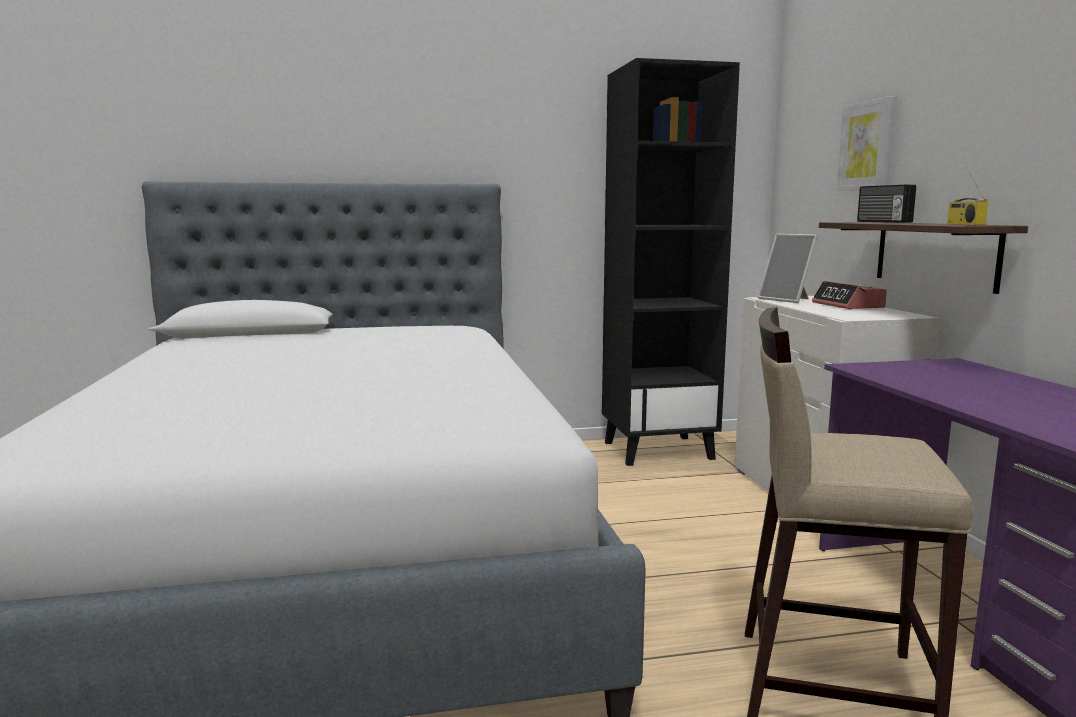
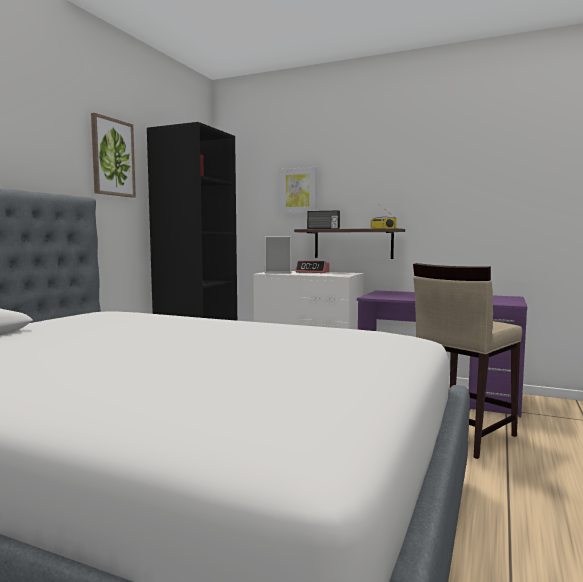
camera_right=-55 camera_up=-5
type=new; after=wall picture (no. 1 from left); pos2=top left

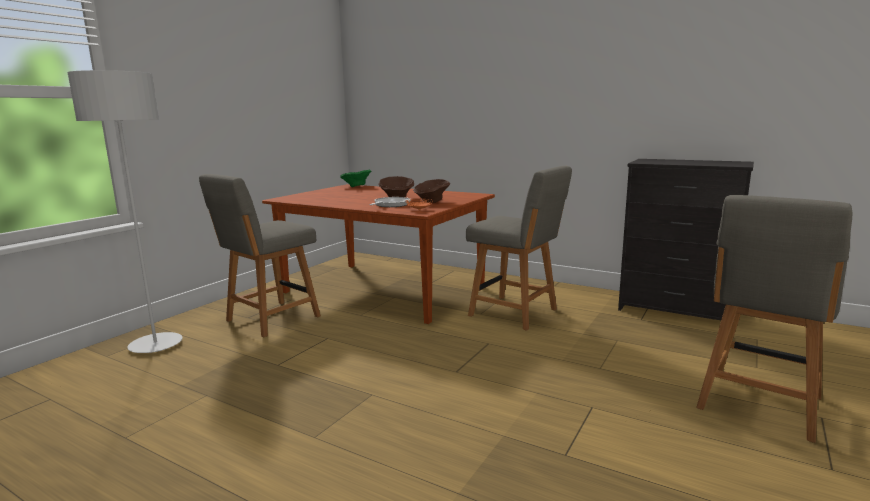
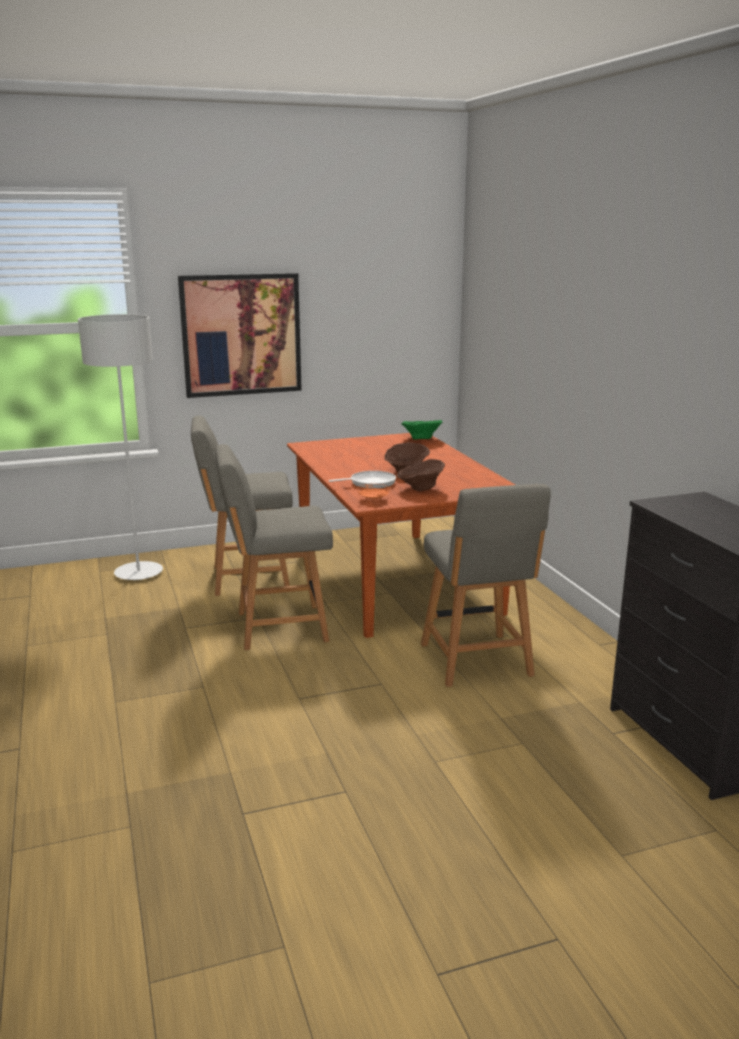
camera_right=40 camera_up=5
type=shifted; before=grey plain chair (no. 3 from left in the first image); after=grey plain chair (no. 2 from left); pos1=middle right; pos2=centre
type=new; after=wall picture; pos2=top left

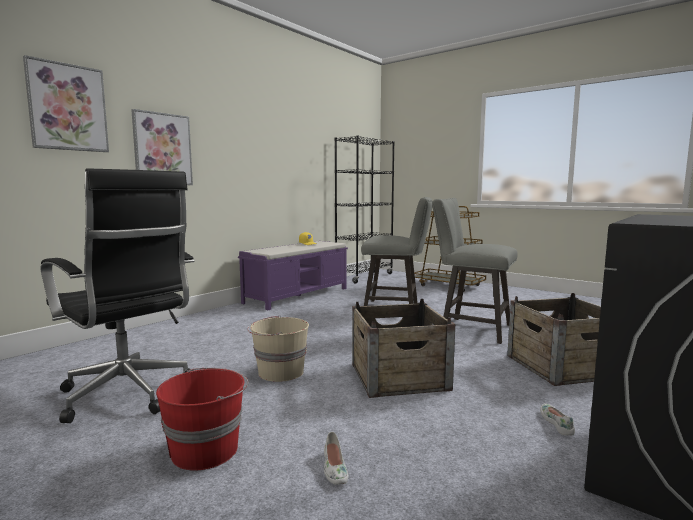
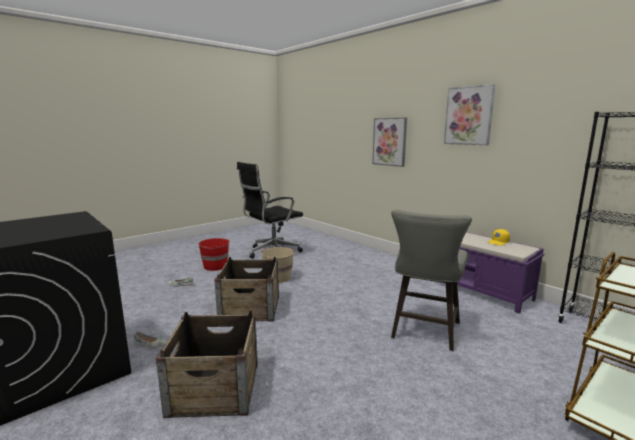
camera_right=100 camera_up=5
type=shifted; before=wall picture (no. 1 from left in the first image); after=wall picture (no. 2 from left); pos1=top left; pos2=top right
type=gone; before=grey stool (no. 2 from left); pos1=middle right

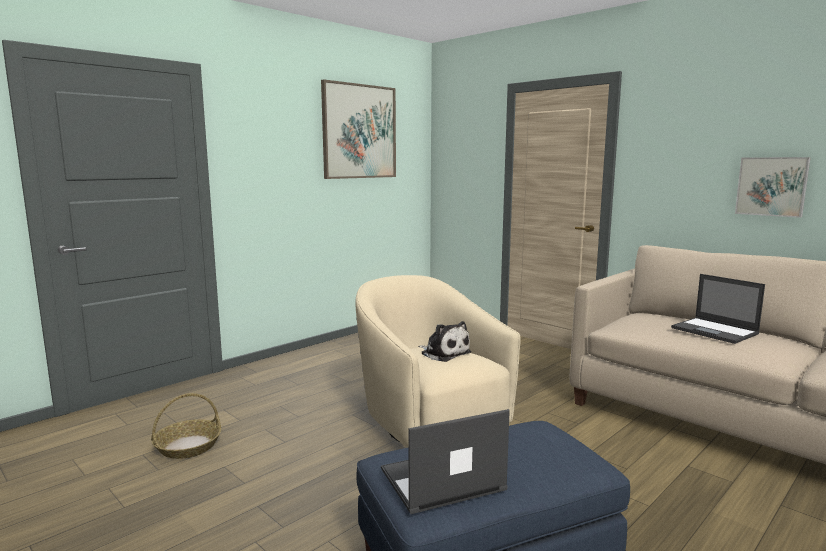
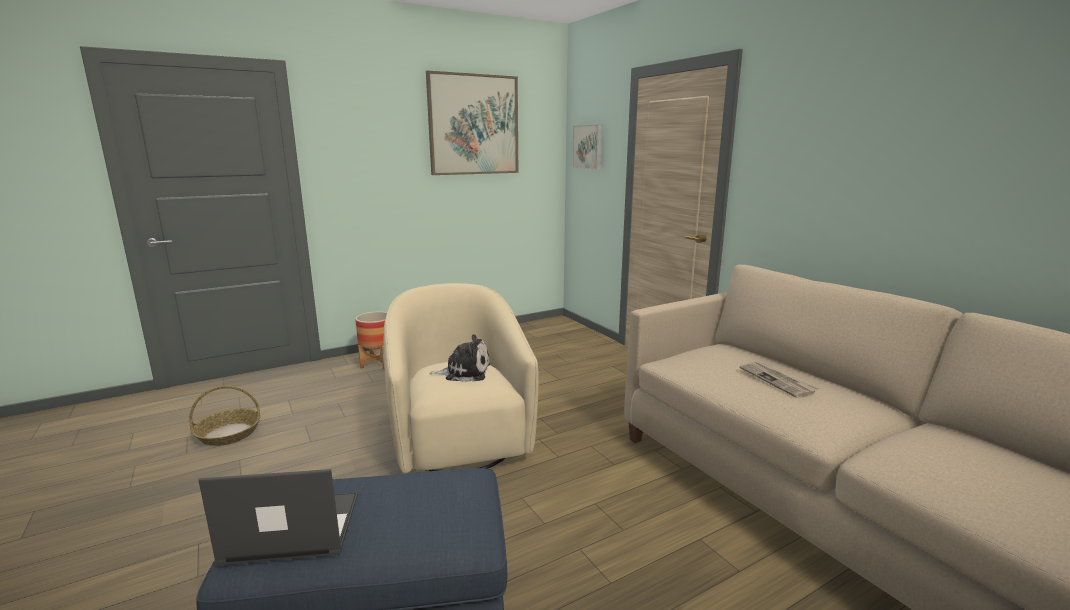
camera_right=15 camera_up=5
type=shifted; before=wall picture (no. 2 from left); pos1=middle right; pos2=top centre
type=swapped; before=portable computer (no. 2 from left); after=printed paper; pos1=middle right; pos2=middle right
type=rotated; before=cuddly toy; pos1=centre; pos2=centre; turn=-60
type=new; after=flower pot; pos2=centre

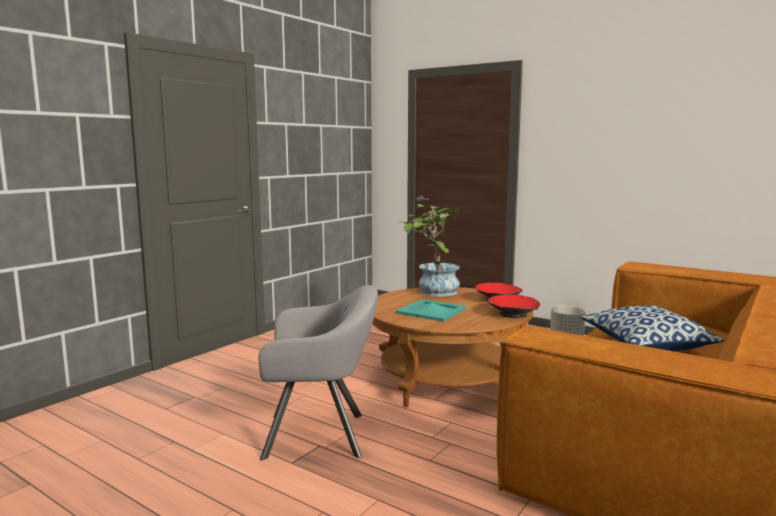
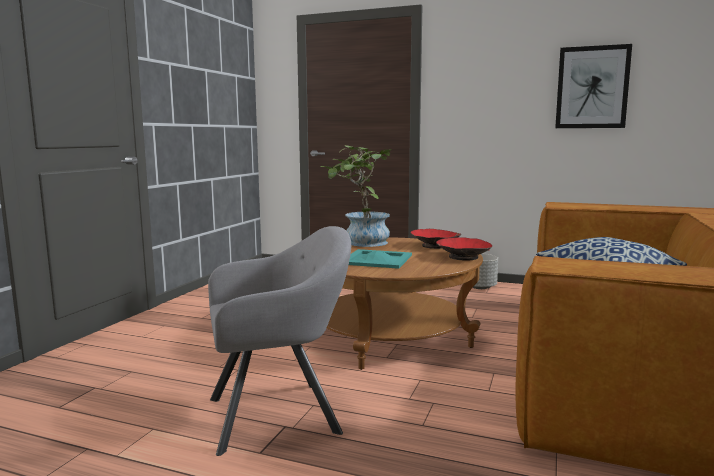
camera_right=-15 camera_up=0
type=new; after=wall picture; pos2=top right

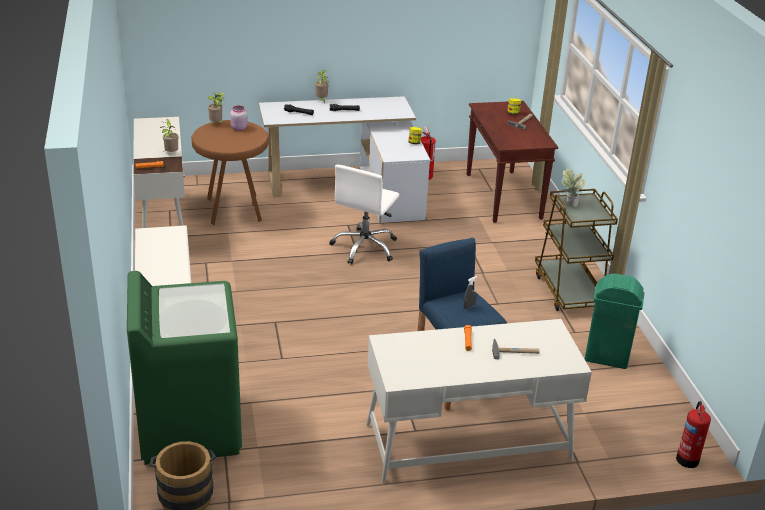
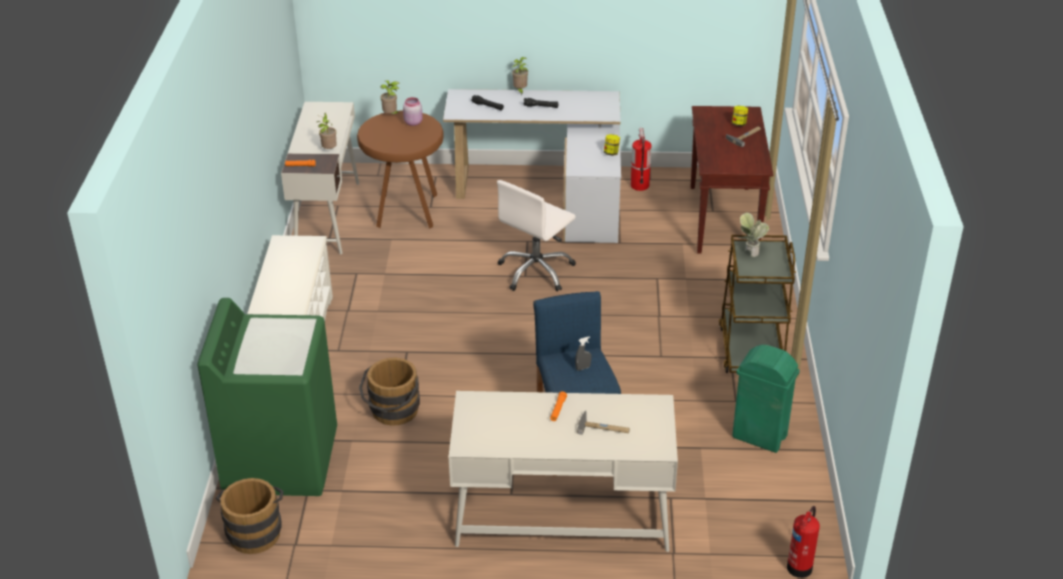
camera_right=15 camera_up=5
type=new; after=brown bucket (no. 2 from left); pos2=bottom centre

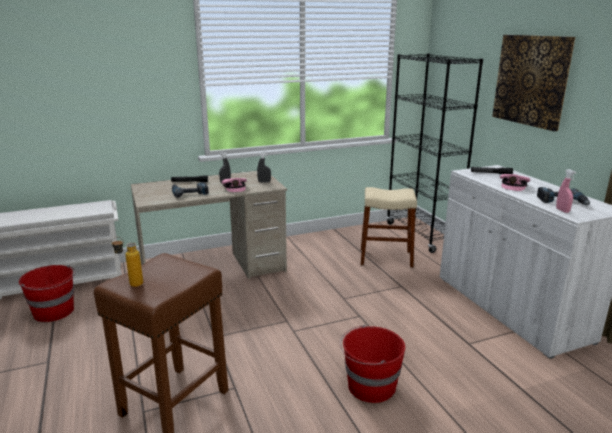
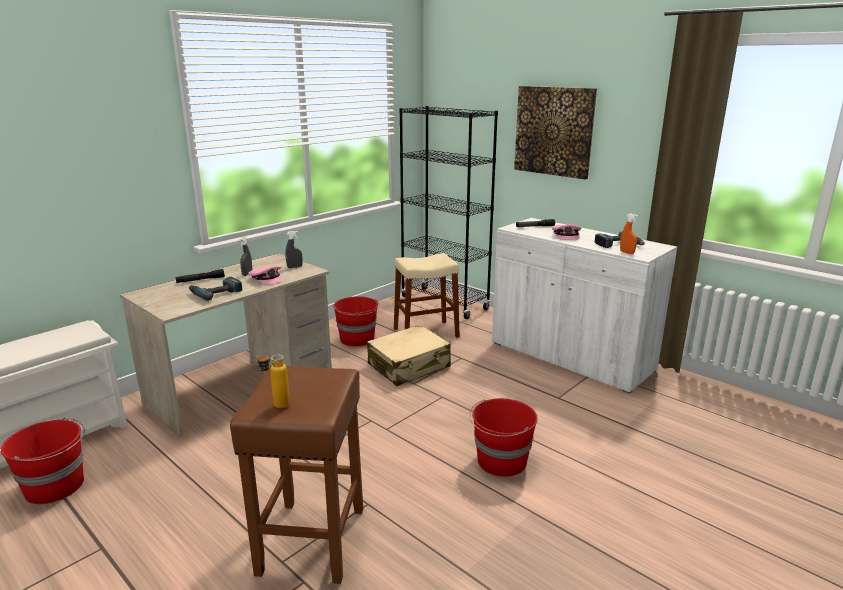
camera_right=-25 camera_up=0
type=repainted; before=pink-coloured spray bottle; after=orange-coloured spray bottle; pos1=middle right; pos2=middle right
type=new; after=red-coloured bucket (no. 2 from left); pos2=centre
type=new; after=sand-coloured travel case; pos2=centre

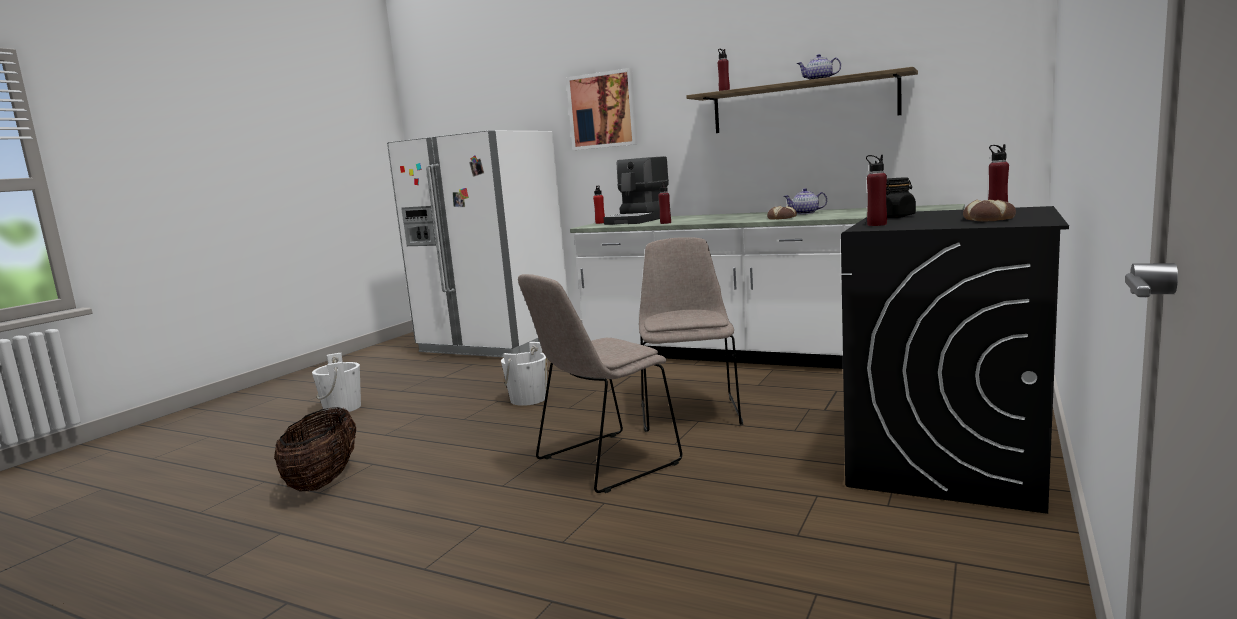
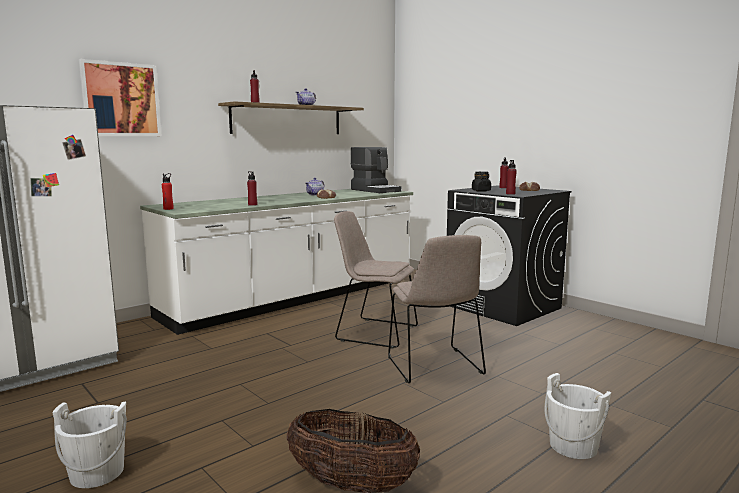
camera_right=-70 camera_up=0
type=shifted; before=coffee machine; pos1=top centre; pos2=centre
type=shifted; before=whitish bucket (no. 2 from left); pos1=centre; pos2=bottom right

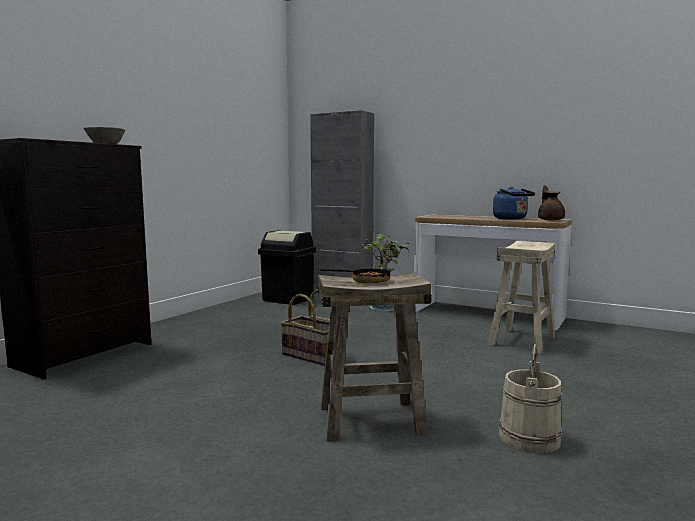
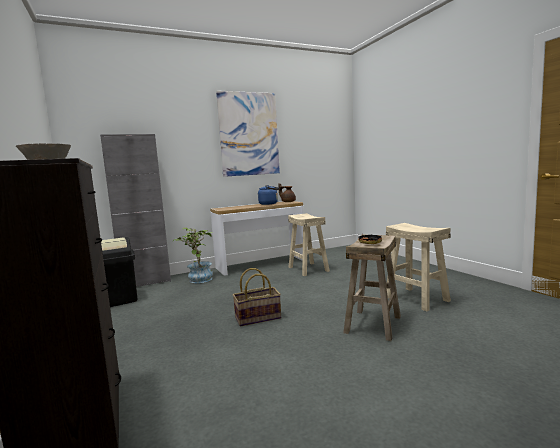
camera_right=-55 camera_up=0
type=swapped; before=sand-coloured bucket; after=sand-coloured stool (no. 3 from left); pos1=bottom right; pos2=middle right
type=new; after=wall picture; pos2=top centre

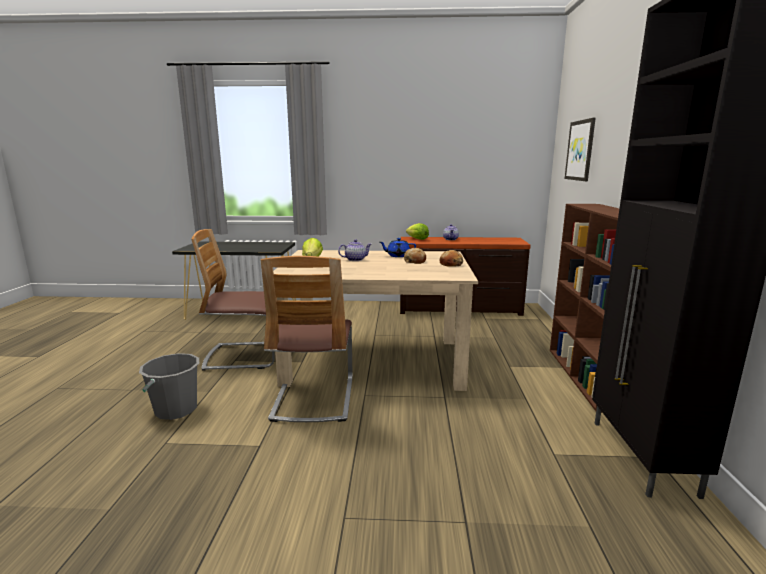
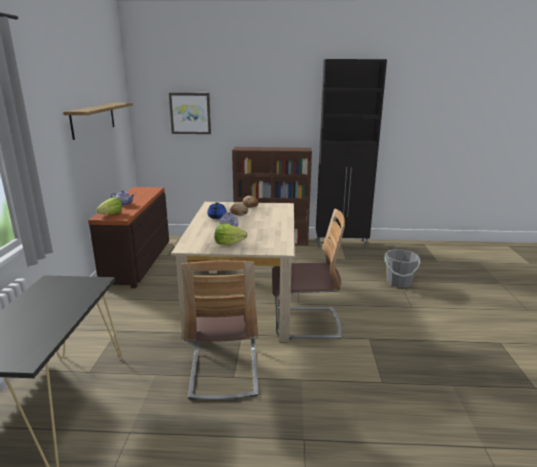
camera_right=-90 camera_up=5
type=shifted; before=grey bucket; pos1=bottom left; pos2=middle right
type=new; after=wall shelf; pos2=top left

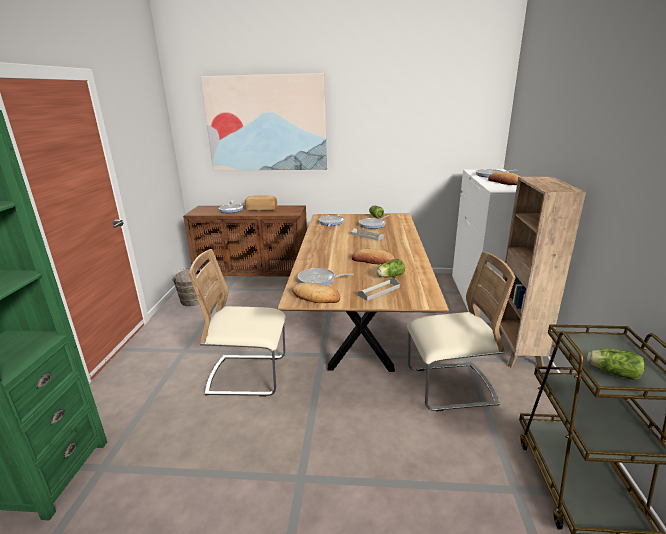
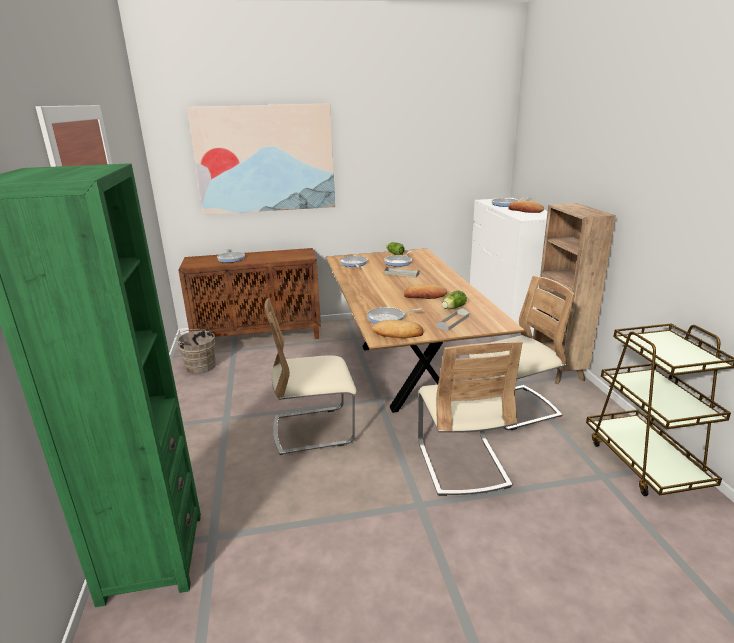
camera_right=-15 camera_up=0
type=gone; before=baked bread (no. 1 from left); pos1=centre
type=gone; before=lettuce (no. 3 from left); pos1=bottom right
type=new; after=sand-coloured plain chair (no. 2 from left); pos2=centre

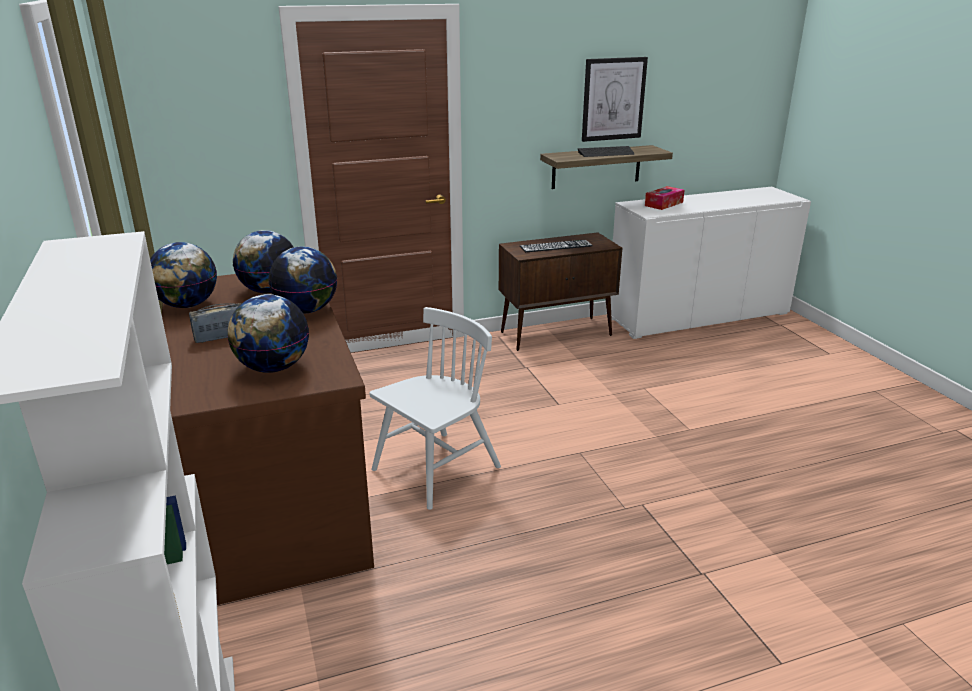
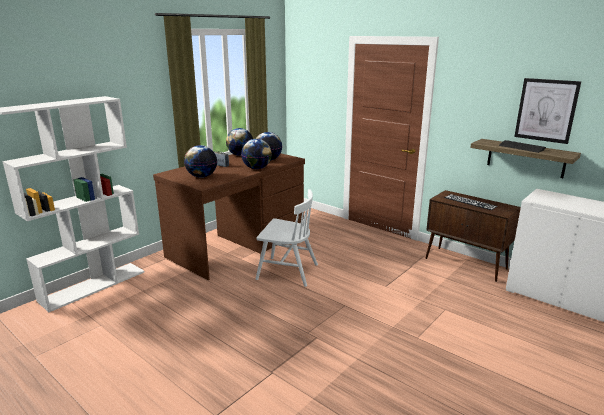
camera_right=60 camera_up=-5
type=gone; before=box of tissues; pos1=top right

